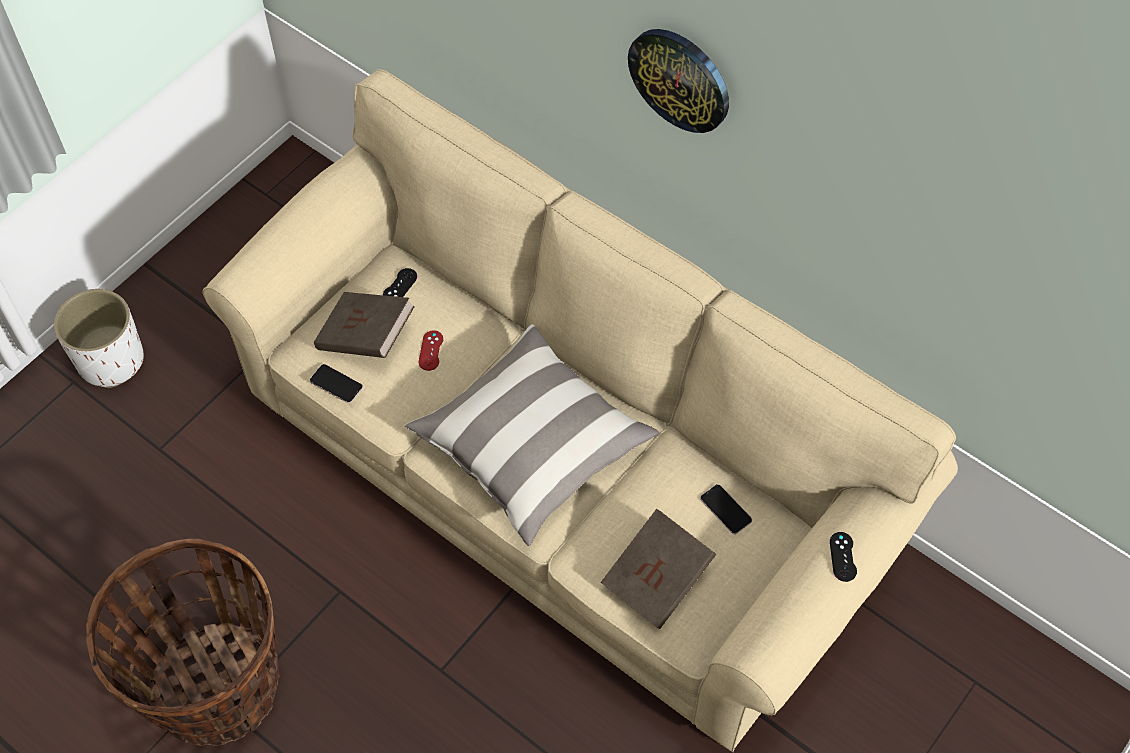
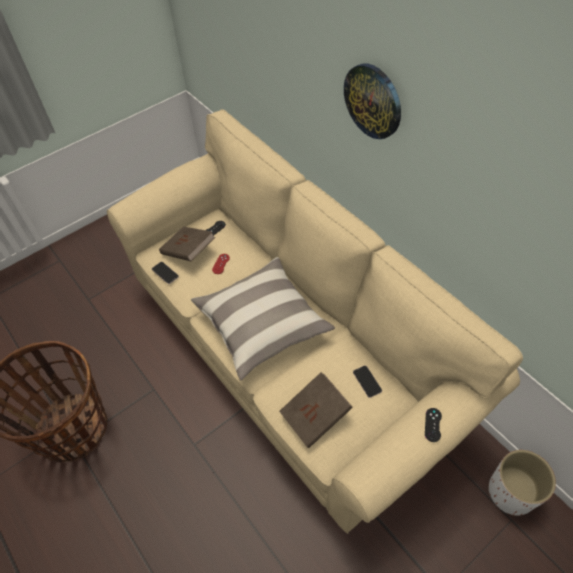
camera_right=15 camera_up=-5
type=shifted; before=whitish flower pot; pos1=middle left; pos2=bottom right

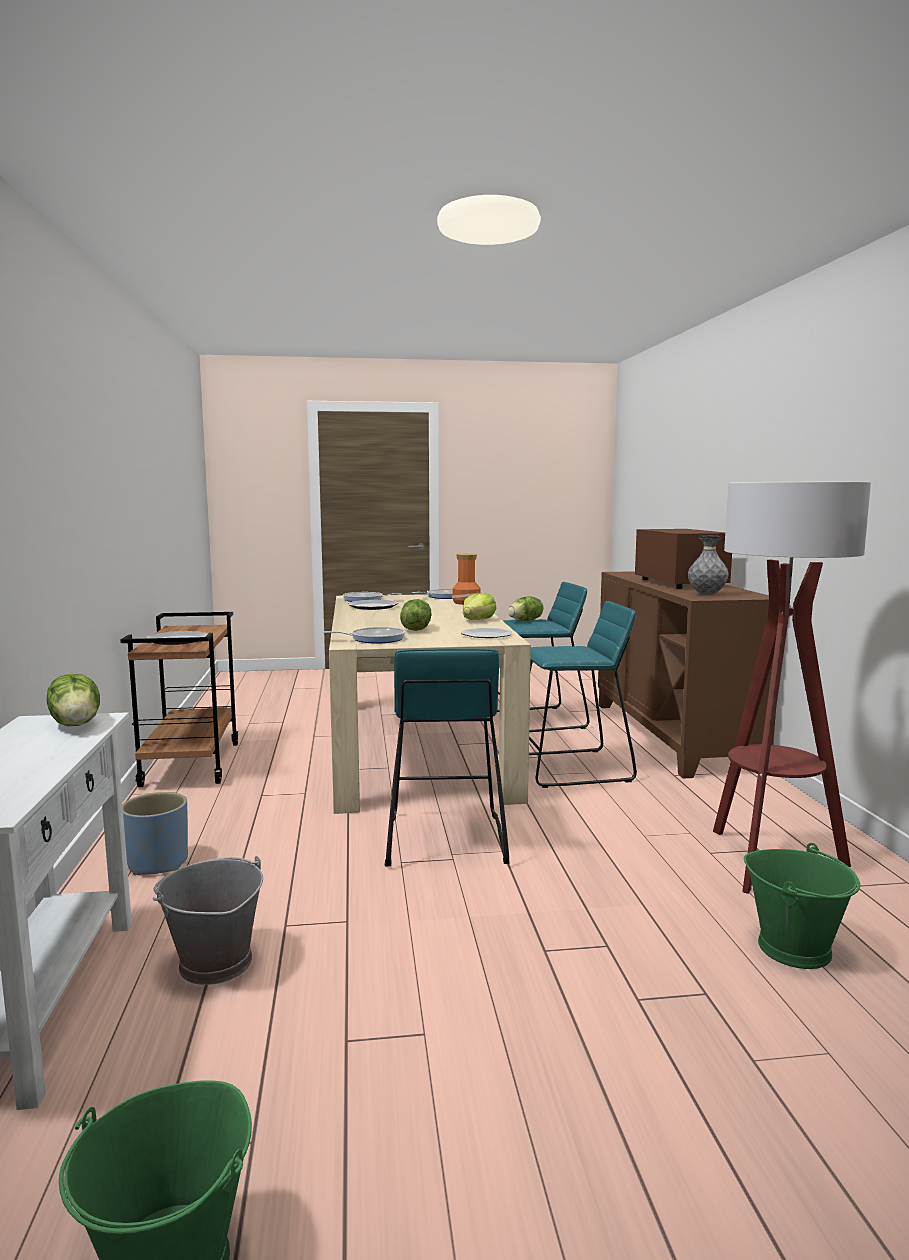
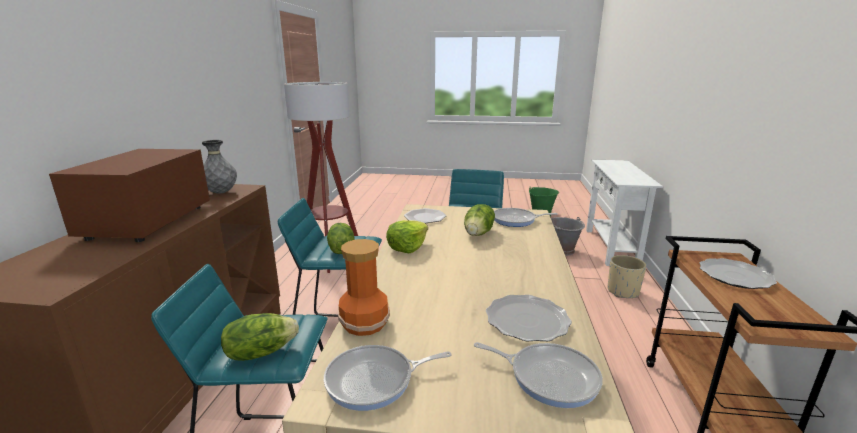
camera_right=-165 camera_up=10
type=shifted; before=lettuce (no. 1 from left in the first image); after=lettuce (no. 2 from left); pos1=middle left; pos2=centre
type=repainted; before=blue flower pot; after=sand-coloured flower pot; pos1=middle left; pos2=middle right
type=gone; before=green-coloured bucket (no. 2 from left); pos1=bottom right

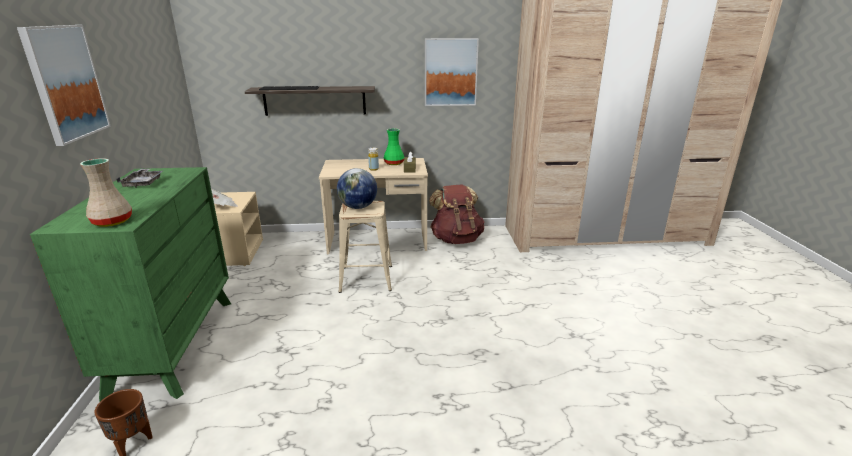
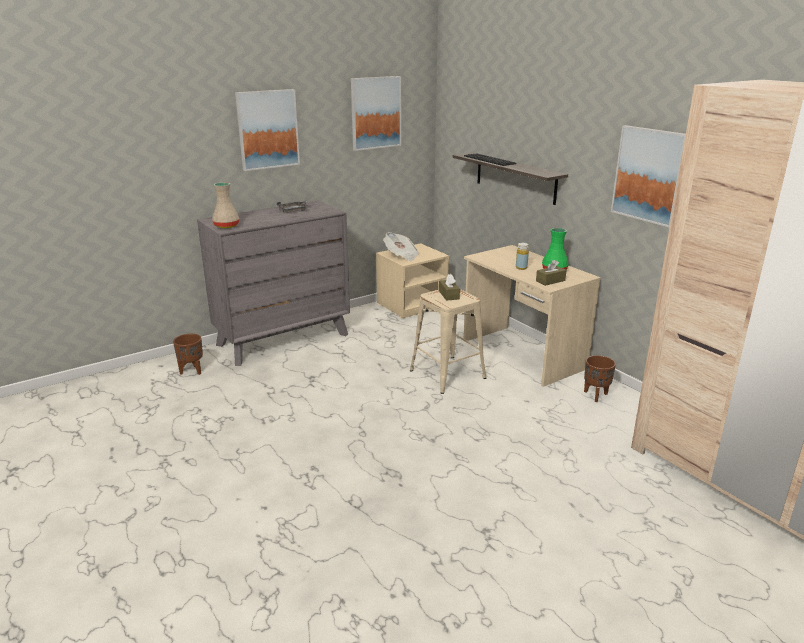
camera_right=60 camera_up=0
type=repainted; before=green-coloured dresser; after=grey dresser; pos1=middle left; pos2=centre
type=swapped; before=globe; after=brown box of tissues (no. 1 from left); pos1=centre; pos2=centre
type=swapped; before=brown rucksack; after=brown flower pot (no. 2 from left); pos1=centre; pos2=middle right
type=new; after=wall picture (no. 2 from left); pos2=top centre

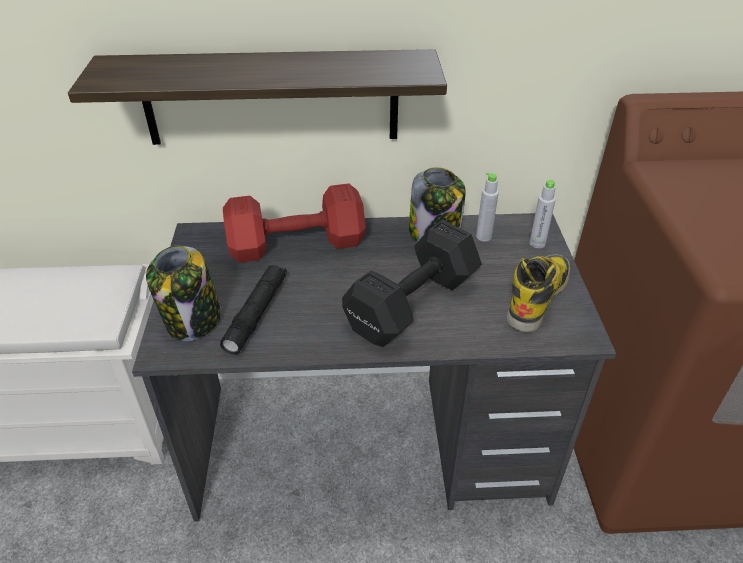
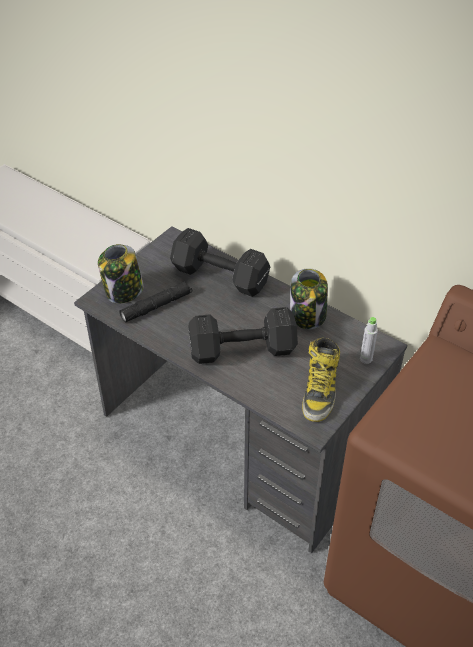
camera_right=40 camera_up=5
type=gone; before=wall shelf; pos1=top centre
type=gone; before=grey drink bottle (no. 1 from left); pos1=centre
type=repainted; before=red-coloured hand weight; after=black hand weight (no. 1 from left); pos1=centre; pos2=centre
type=rotated; before=boot; pos1=middle right; pos2=middle right; turn=120

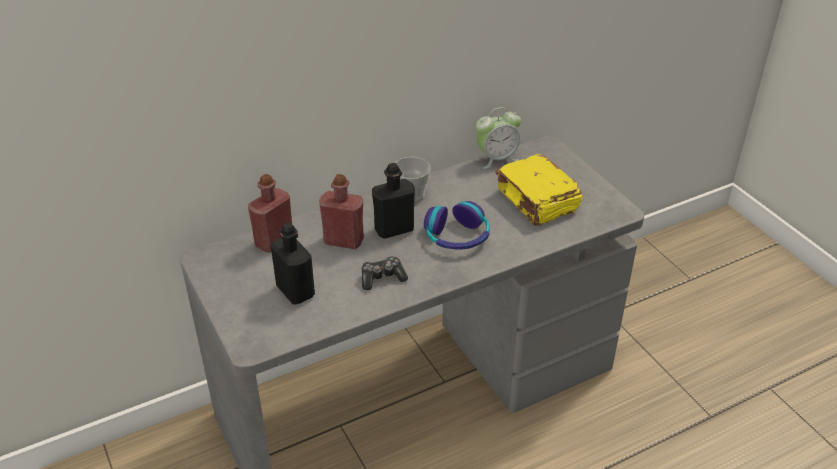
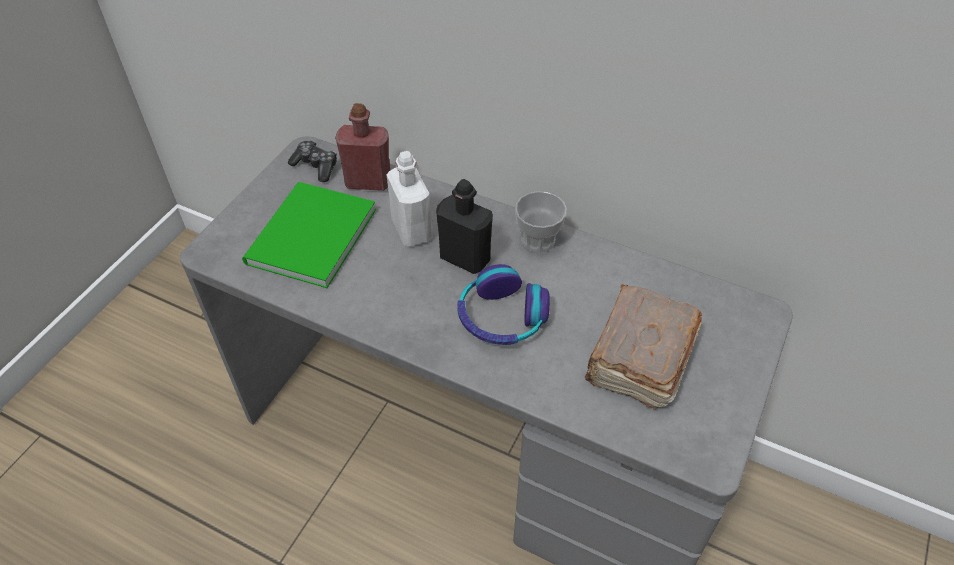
camera_right=55 camera_up=10
type=gone; before=table clock; pos1=top centre
type=repainted; before=yellow volume; after=brown volume; pos1=centre; pos2=middle right
type=repainted; before=red-coloured drink bottle (no. 2 from left); after=whitish drink bottle; pos1=centre; pos2=centre
type=swapped; before=black drink bottle (no. 1 from left); after=green-coloured volume; pos1=centre; pos2=middle left
type=shifted; before=joypad; pos1=centre; pos2=top left

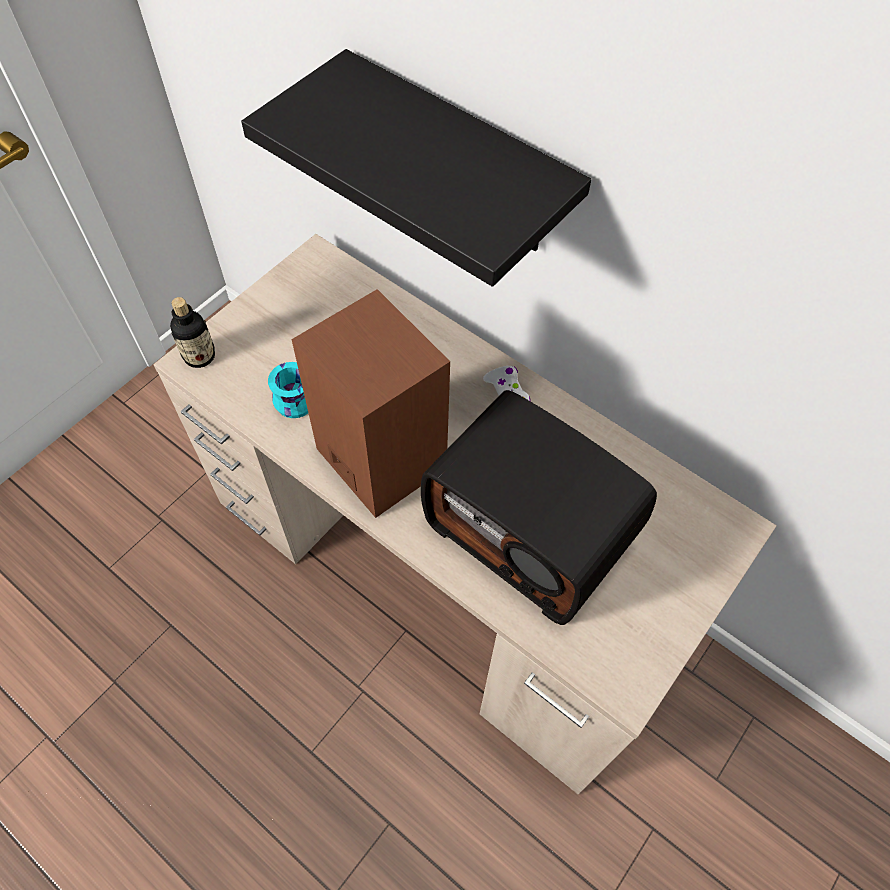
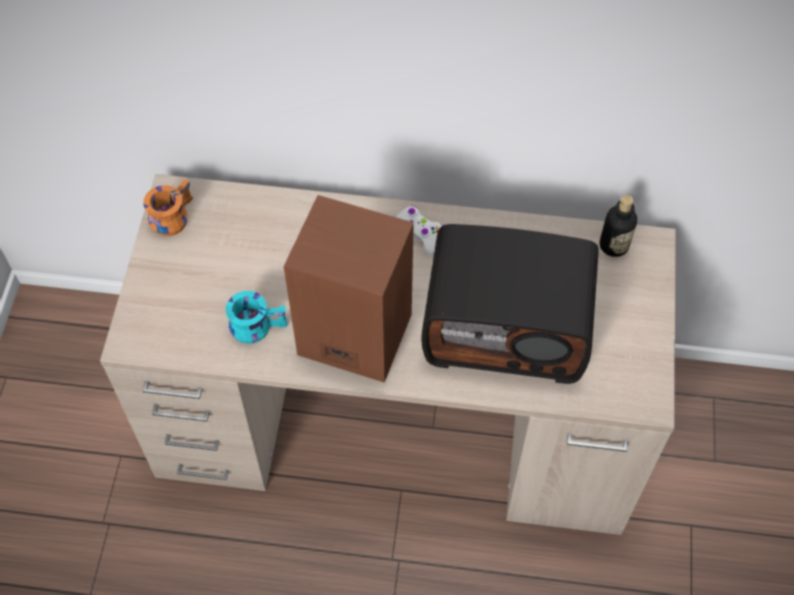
camera_right=-30 camera_up=0
type=gone; before=black wall shelf; pos1=top centre
type=shifted; before=drink bottle; pos1=middle left; pos2=middle right
type=new; after=orange-coloured coffee mug; pos2=middle left

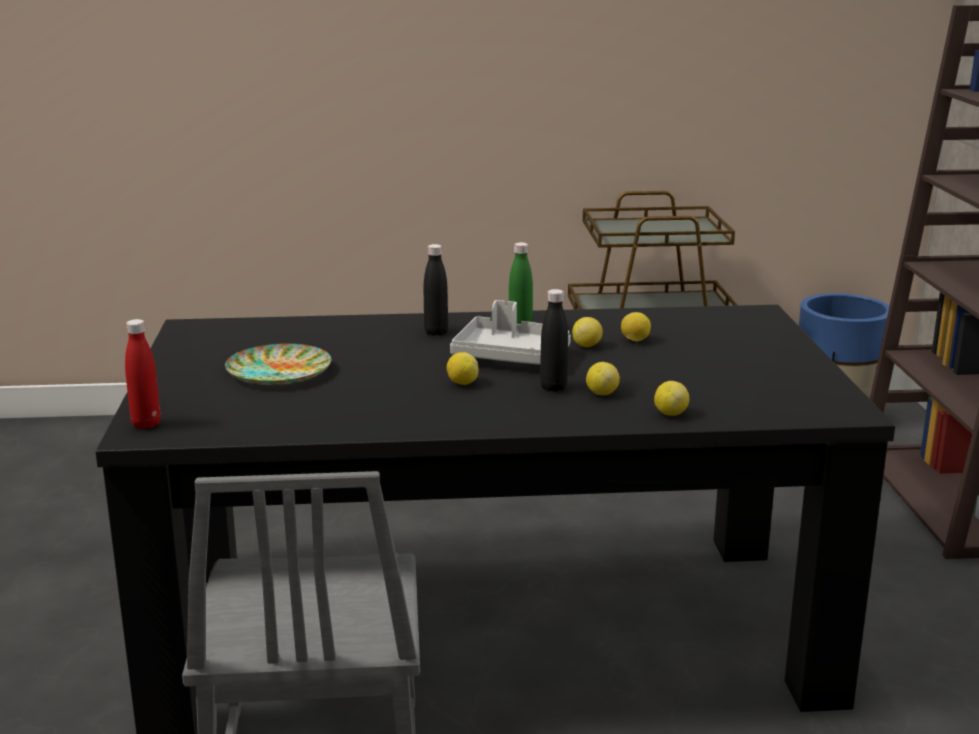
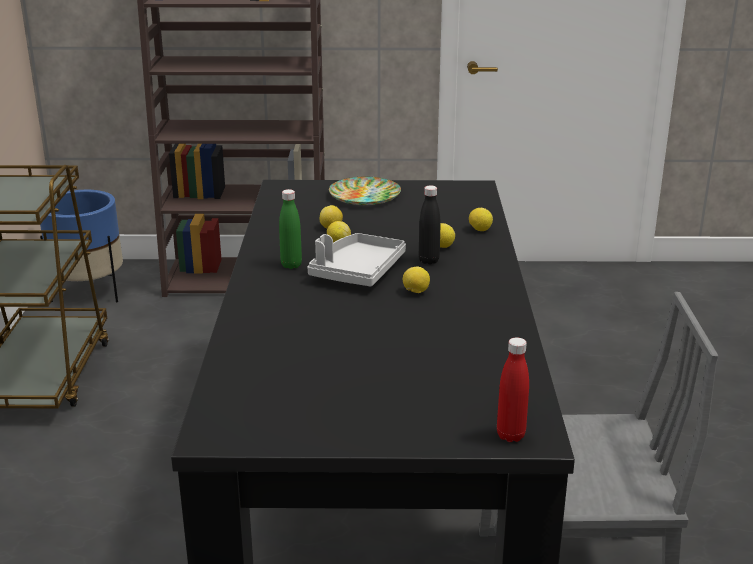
camera_right=-85 camera_up=5
type=gone; before=black drink bottle (no. 1 from left); pos1=centre
type=shifted; before=plate; pos1=middle left; pos2=centre

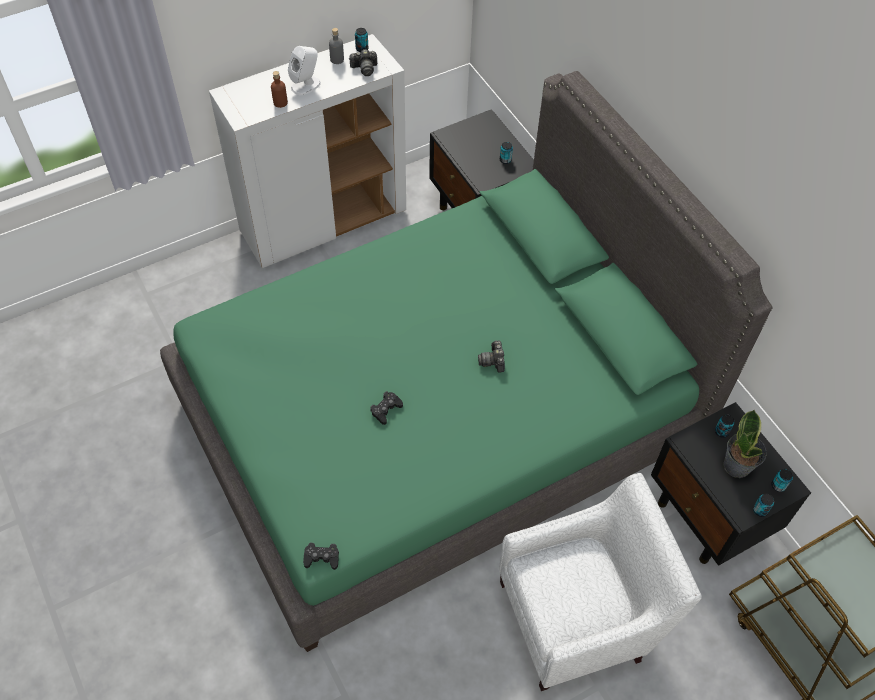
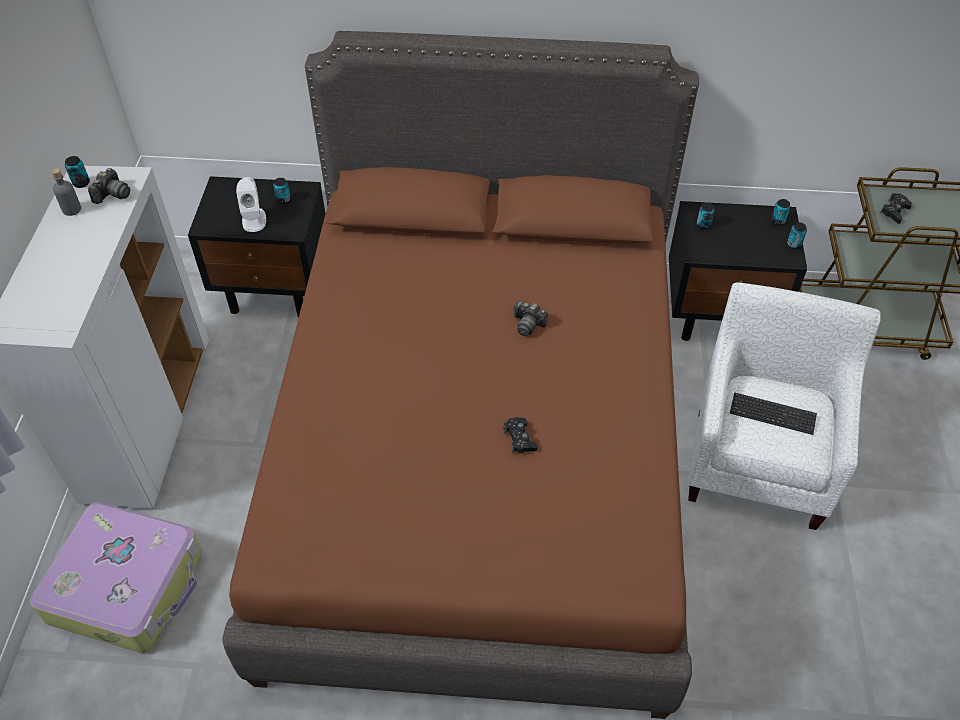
camera_right=-55 camera_up=-5
type=shifted; before=whitish audio speaker; pos1=top centre; pos2=top left
type=repainted; before=green-coloured bedroom bed; after=brown bedroom bed; pos1=centre; pos2=centre
type=gone; before=brown drink bottle; pos1=top left
type=gone; before=houseplant; pos1=middle right
type=shifted; before=black joypad (no. 1 from left in the first image); after=black joypad (no. 2 from left); pos1=bottom centre; pos2=top right
type=new; after=PC keyboard; pos2=middle right
type=new; after=travel case; pos2=bottom left

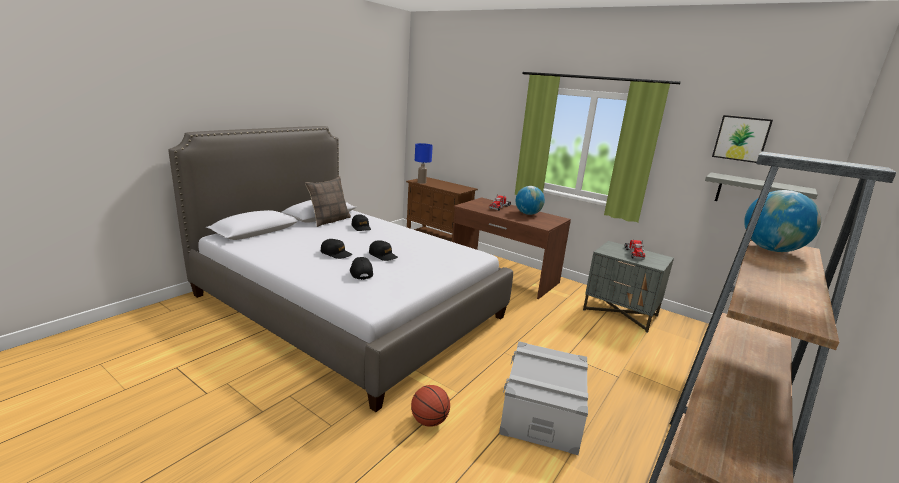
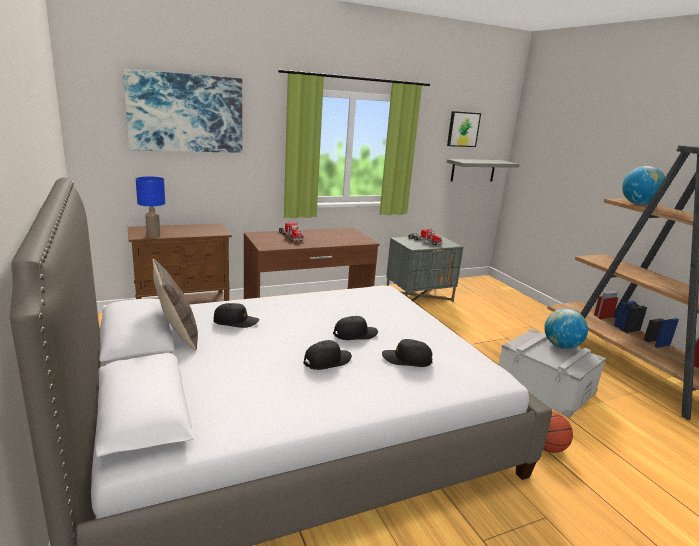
camera_right=-60 camera_up=0
type=shifted; before=globe (no. 1 from left); pos1=centre; pos2=middle right
type=new; after=wall picture (no. 1 from left); pos2=top left

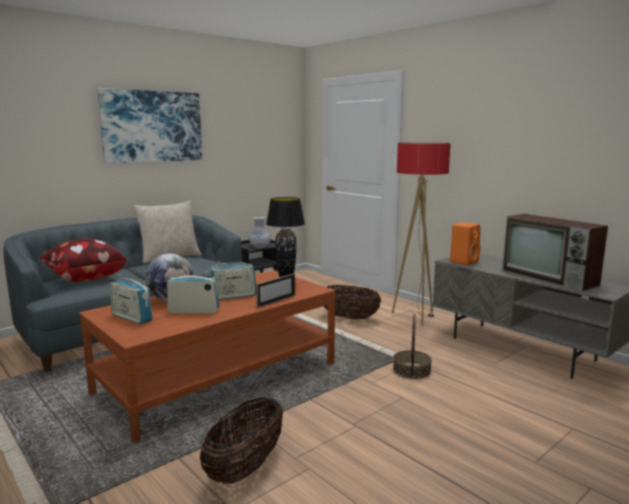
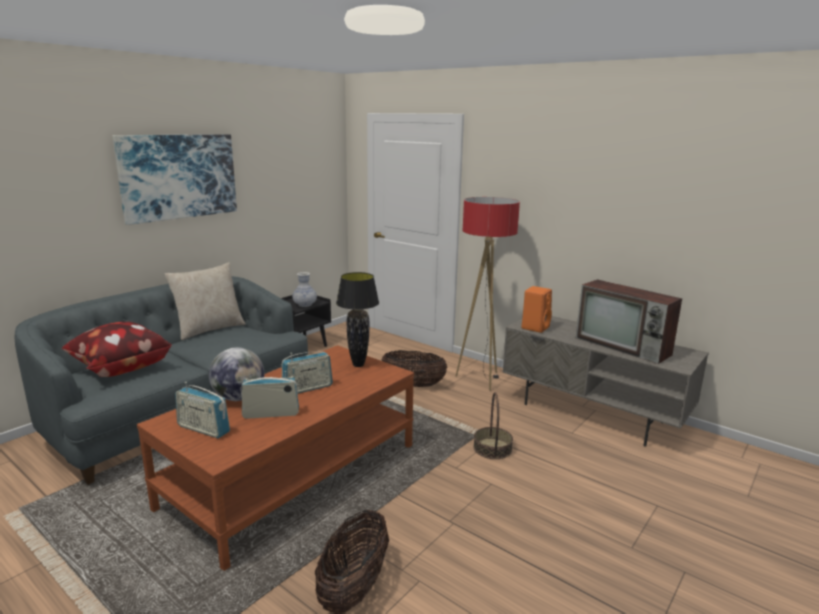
camera_right=-10 camera_up=5
type=gone; before=standing frame; pos1=centre

